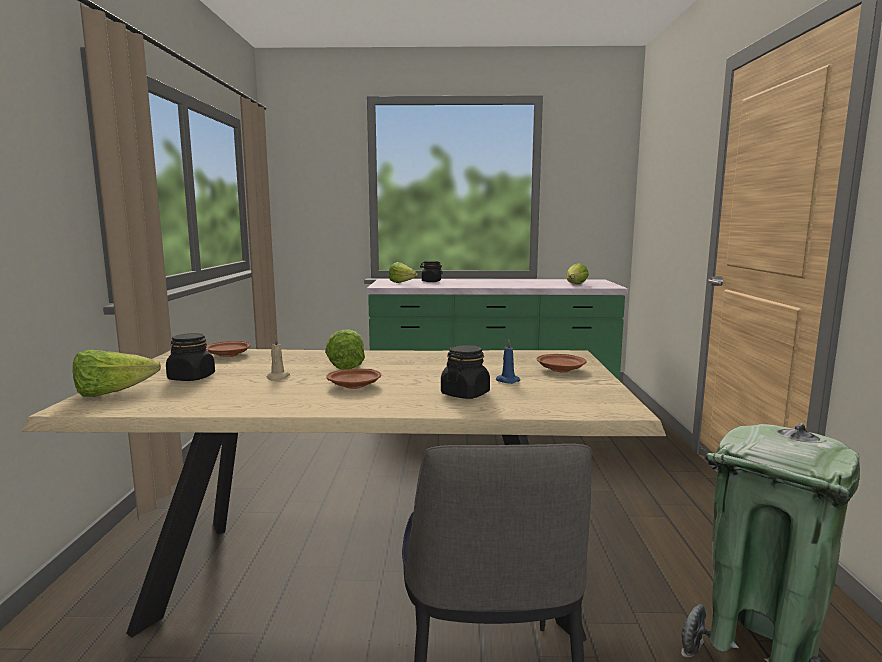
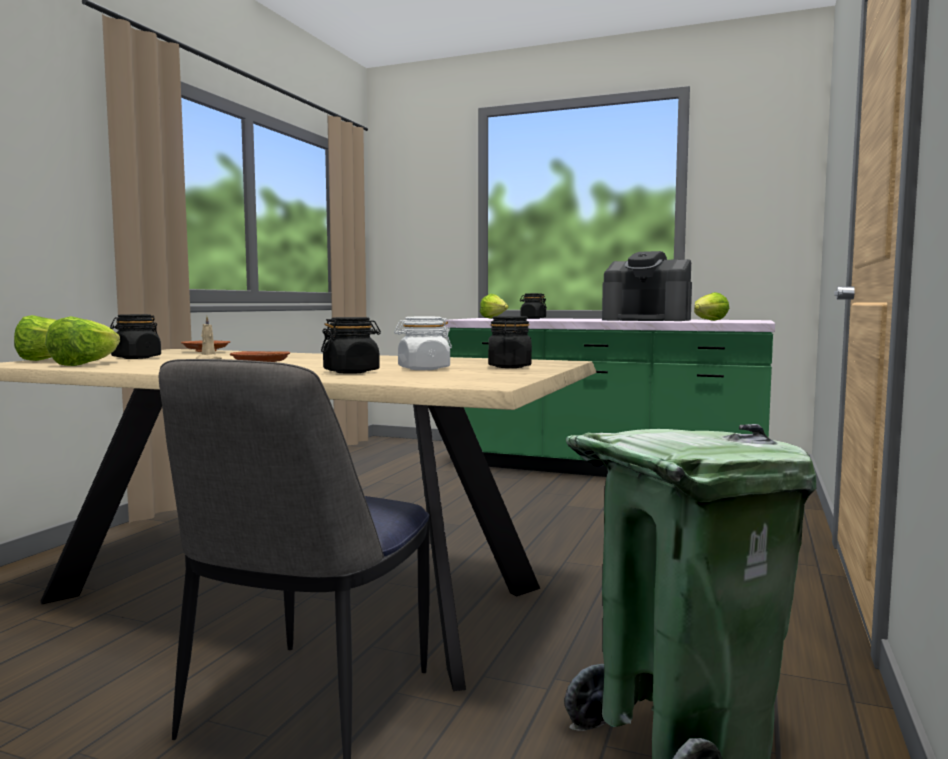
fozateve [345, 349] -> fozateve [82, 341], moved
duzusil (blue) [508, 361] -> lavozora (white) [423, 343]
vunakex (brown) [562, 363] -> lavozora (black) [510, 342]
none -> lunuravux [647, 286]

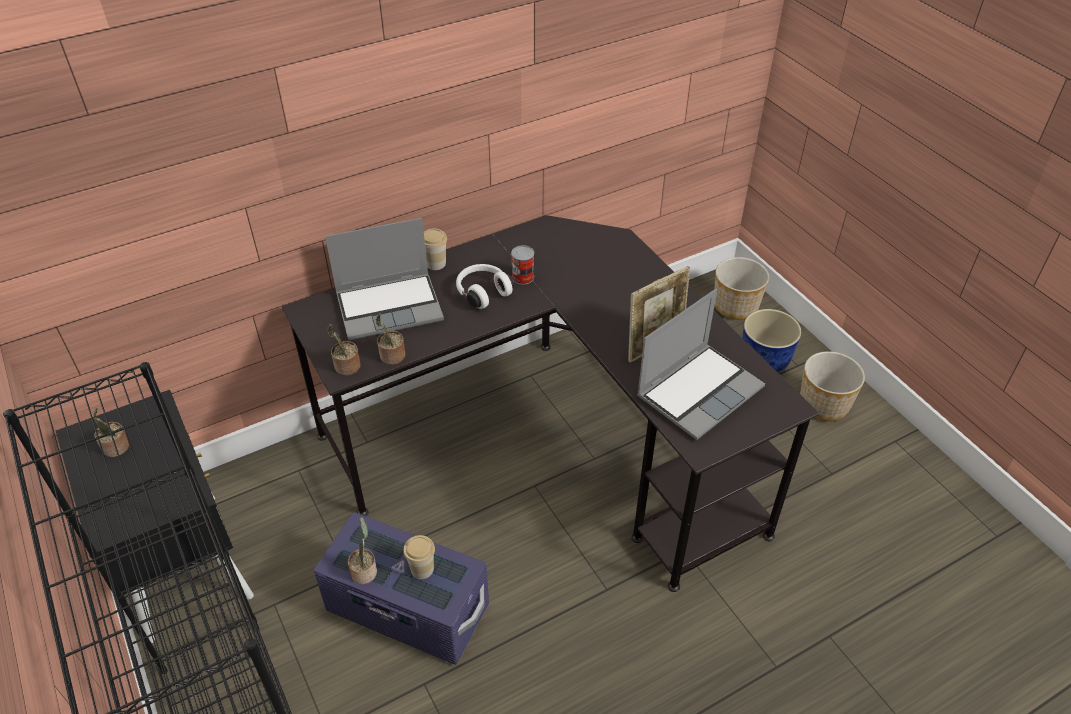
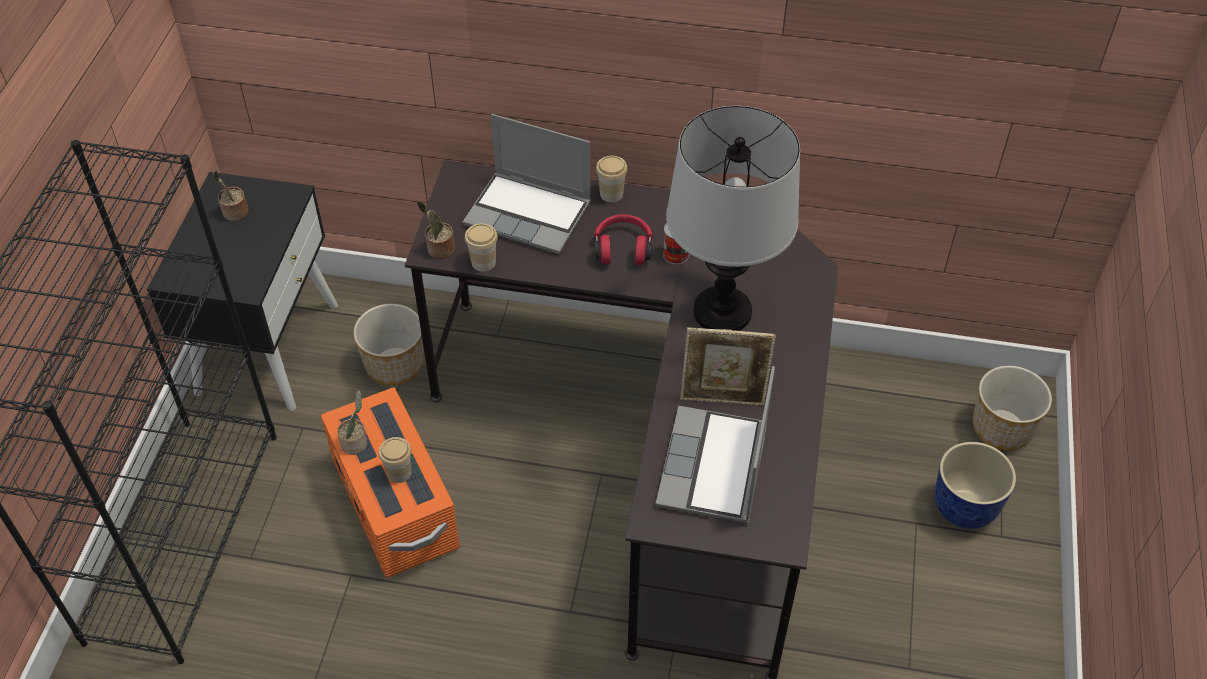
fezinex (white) [485, 286] -> fezinex (red) [623, 239]
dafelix [701, 364] -> dafelix [715, 444], 105 degrees clockwise
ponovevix [390, 339] -> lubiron [481, 247]
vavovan [832, 386] -> vavovan [388, 344], moved
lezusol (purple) [401, 588] -> lezusol (orange) [390, 482]
none -> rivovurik [733, 218]

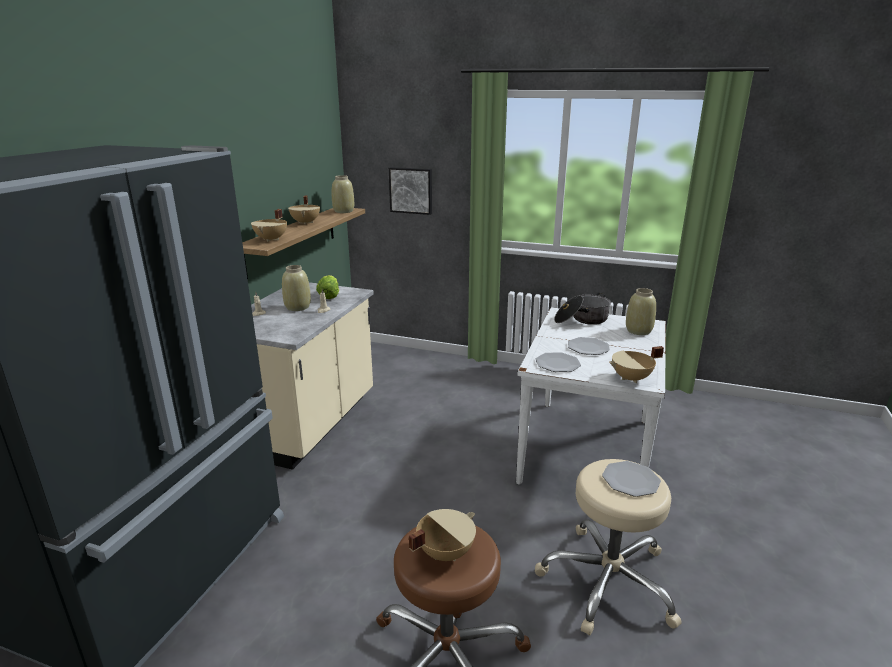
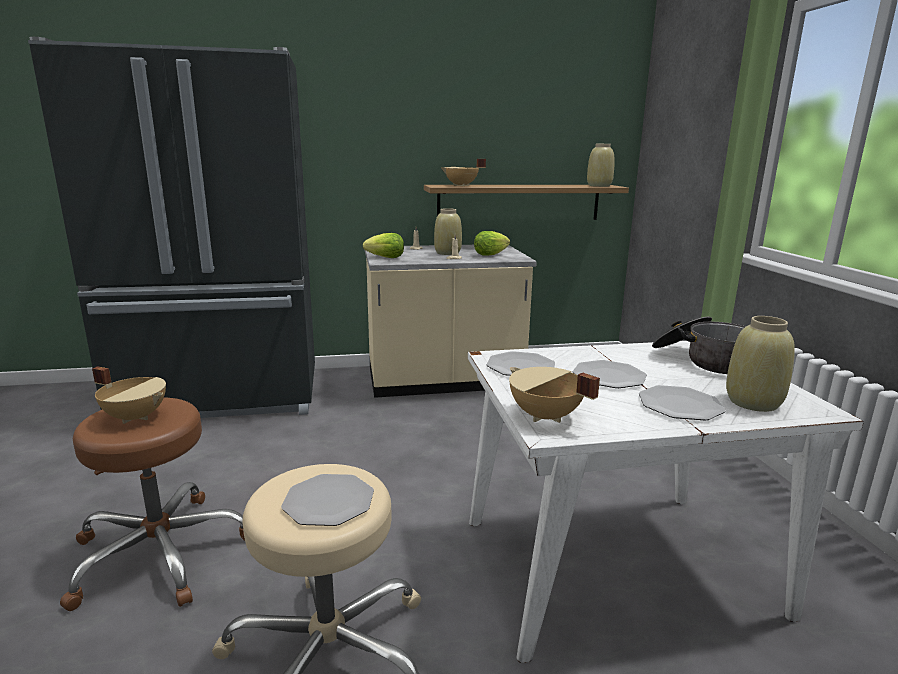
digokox [410, 191] -> none
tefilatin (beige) [304, 210] -> none
none -> fozateve [383, 245]
none -> vunakex [682, 403]

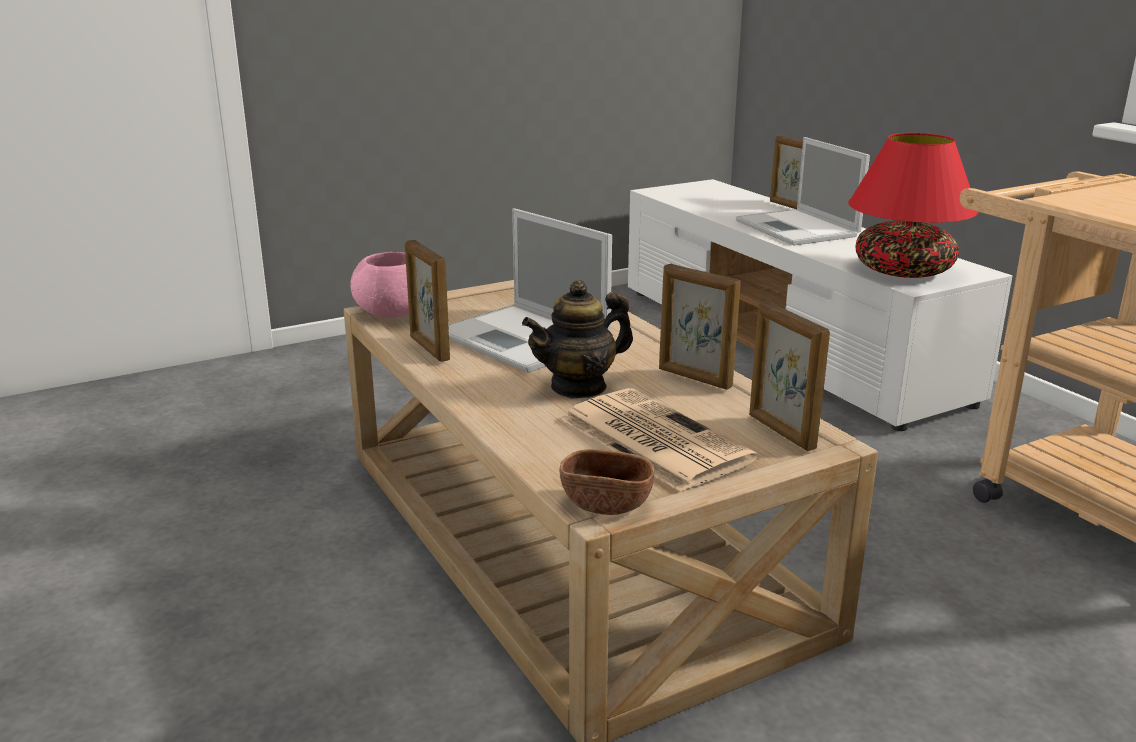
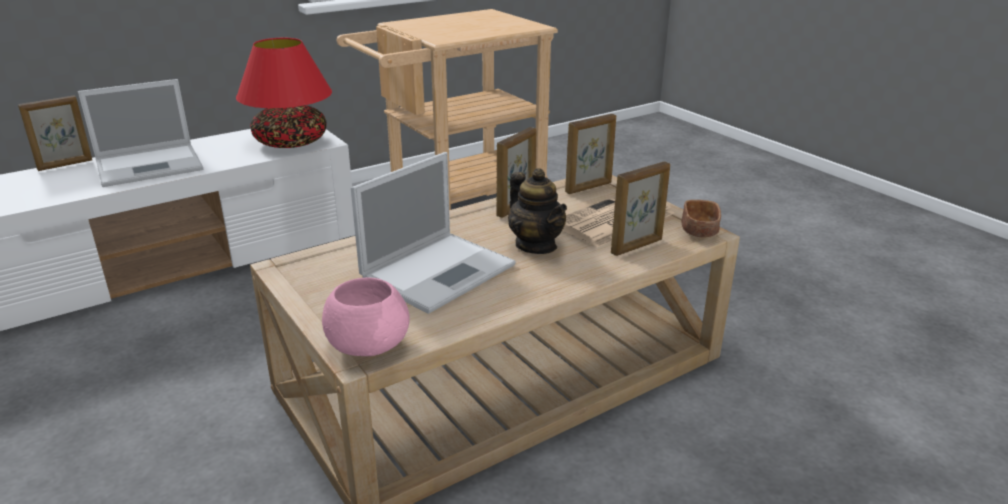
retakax [427, 301] -> retakax [640, 208], moved

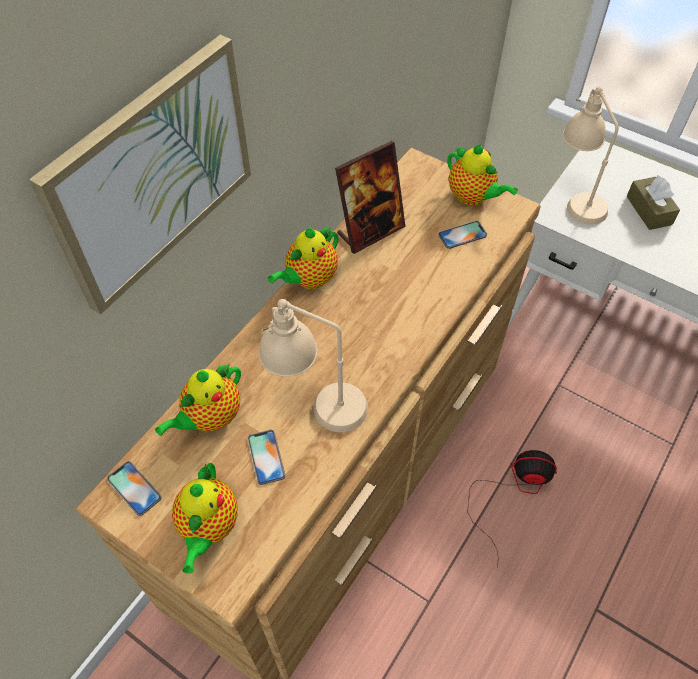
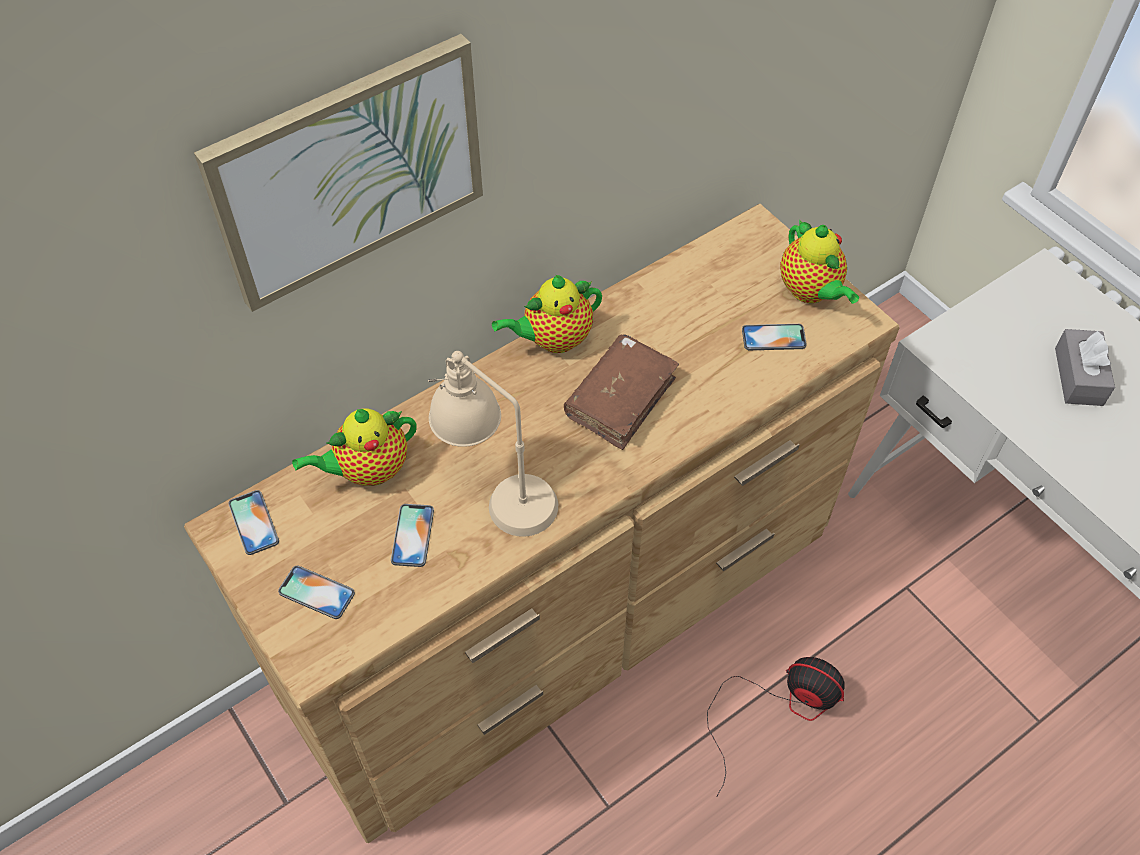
rivovurik (beige) [590, 155] -> none
retakax [370, 197] -> none
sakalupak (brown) [653, 202] -> sakalupak (grey) [1085, 367]
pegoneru [205, 518] -> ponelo [316, 592]
none -> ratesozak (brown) [621, 392]

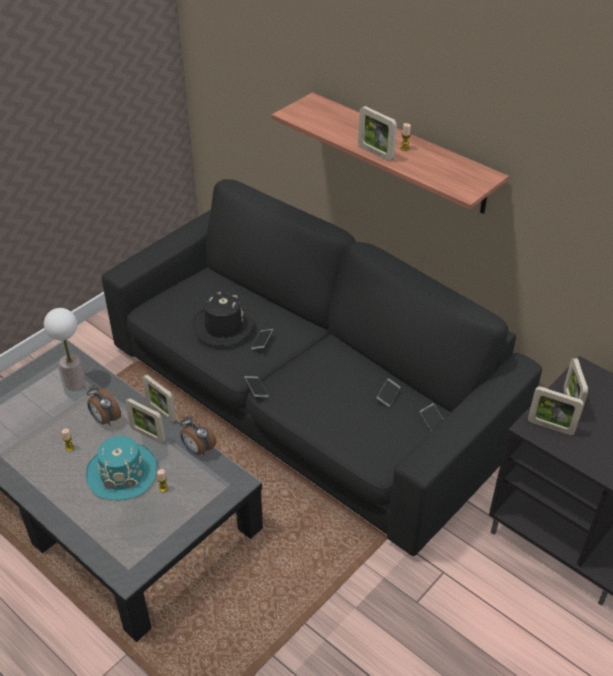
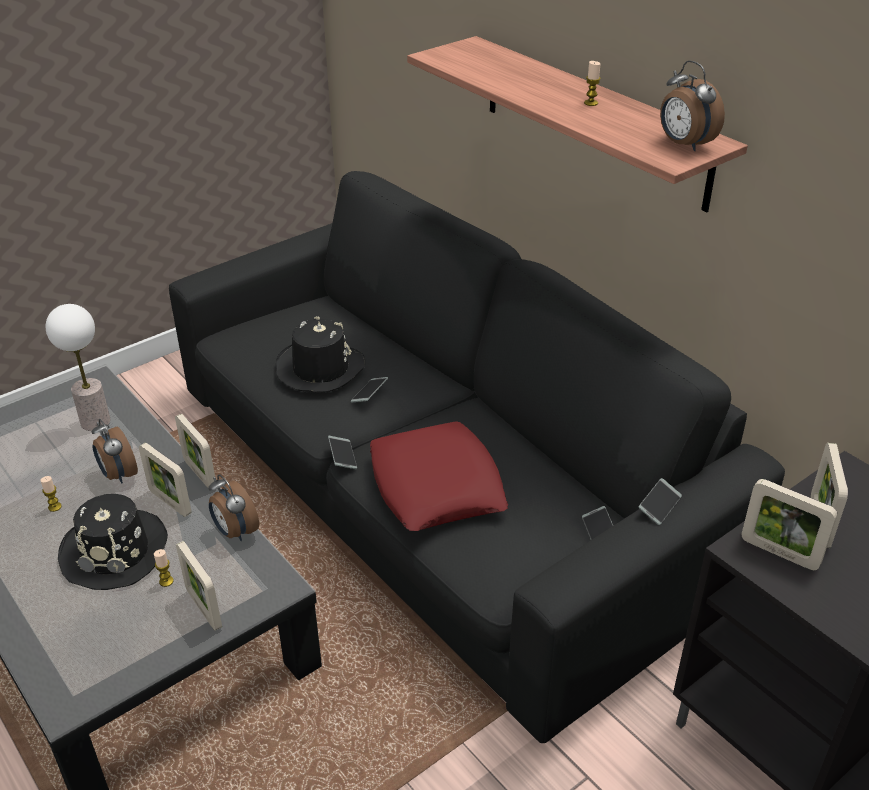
retakax [377, 133] -> retakax [199, 586], moved
ponelo [389, 392] -> ponelo [660, 501], moved
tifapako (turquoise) [121, 468] -> tifapako (black) [113, 542]
none -> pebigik [692, 105]
none -> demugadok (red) [439, 476]

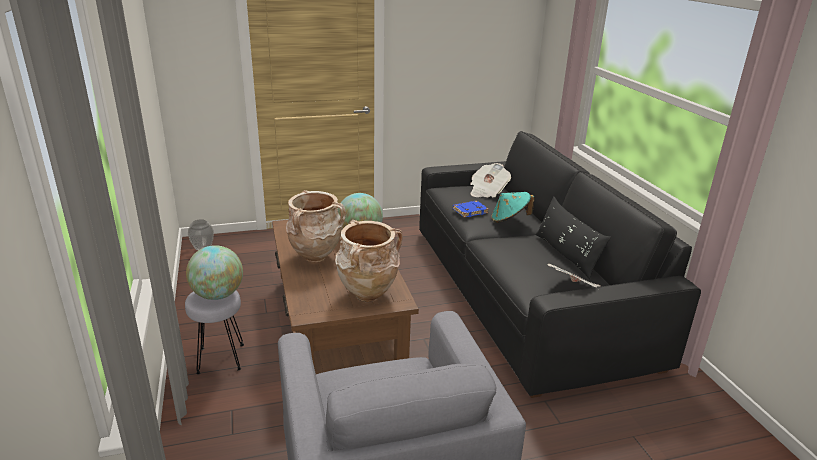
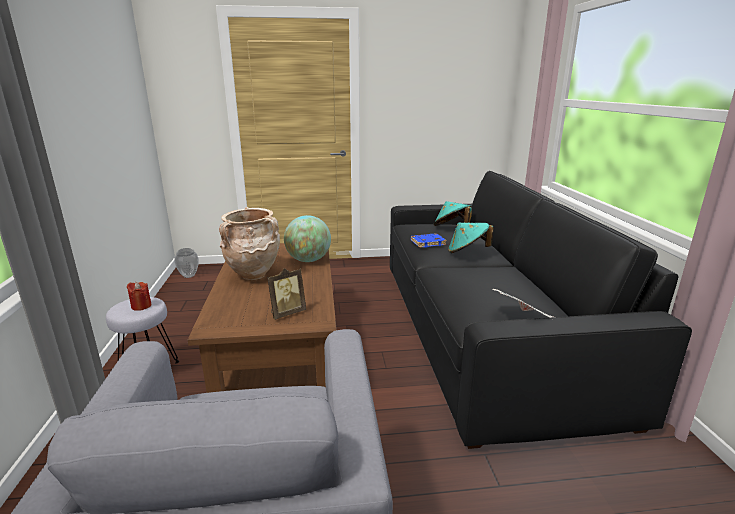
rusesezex [490, 180] -> tifapako (turquoise) [453, 213]
demugadok (black) [573, 238] -> none
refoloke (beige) [369, 261] -> retakax [286, 294]
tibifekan [214, 272] -> duzusil (red) [139, 296]

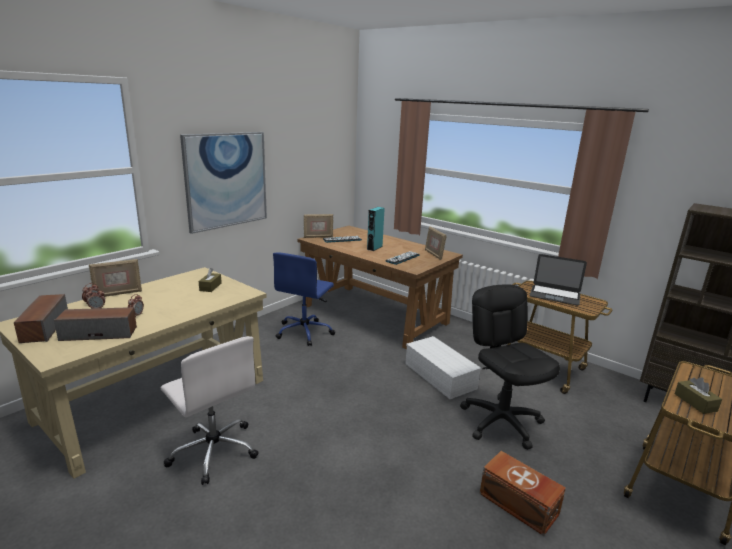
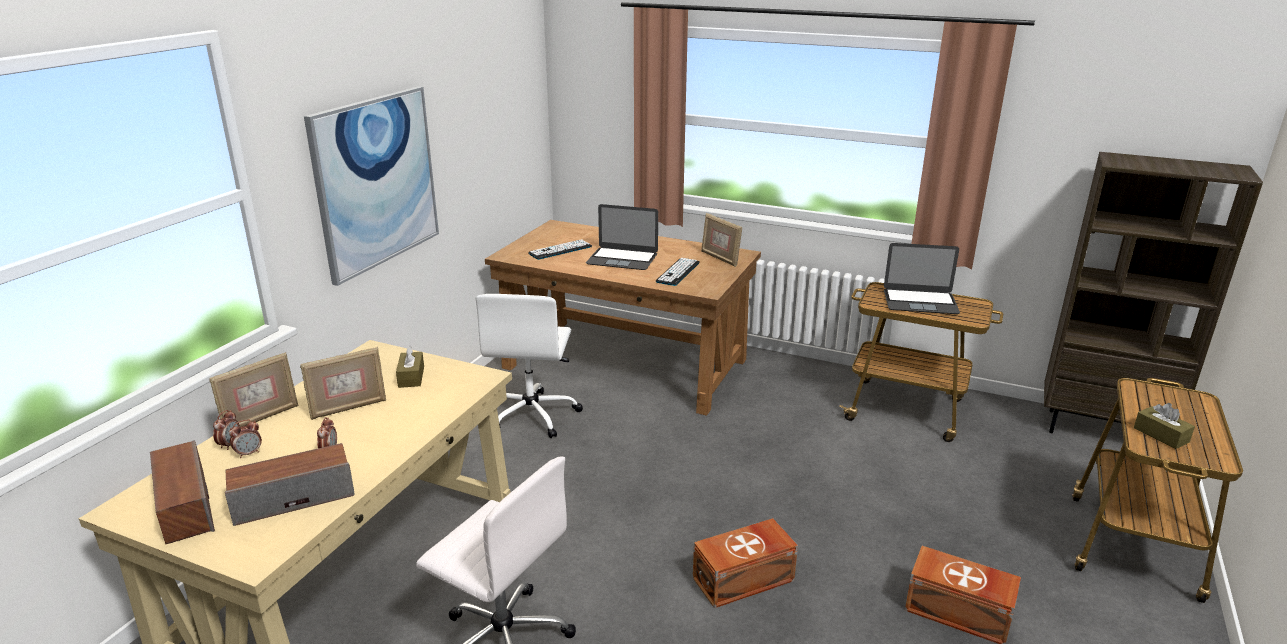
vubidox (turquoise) [376, 229] -> dafelix [622, 237]
retakax [318, 226] -> retakax [343, 383], moved
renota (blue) [304, 299] -> renota (white) [529, 366]
renota (black) [510, 367] -> none
lezusol (white) [443, 367] -> none
none -> lezusol (brown) [745, 563]

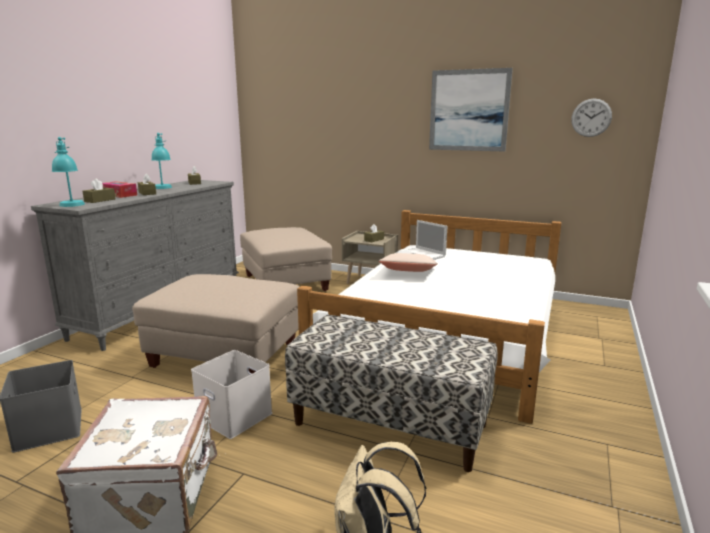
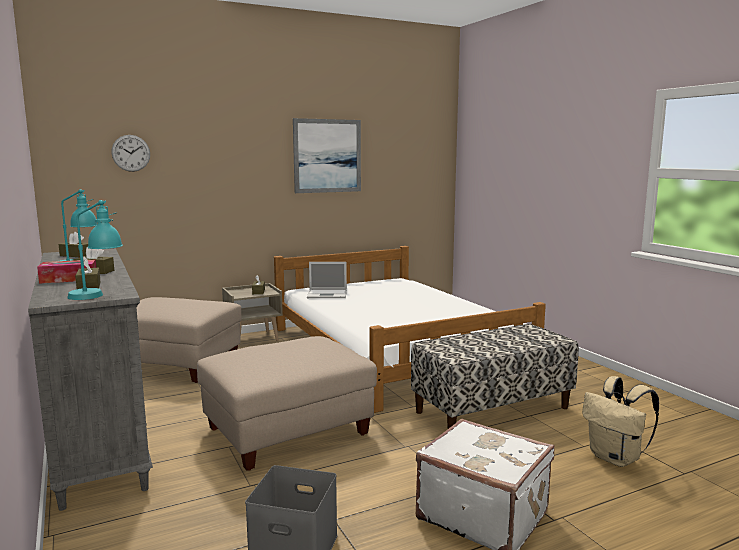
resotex [591, 118] -> resotex [130, 153], moved
demugadok (beige) [408, 262] -> none
lezusol (white) [231, 394] -> none

